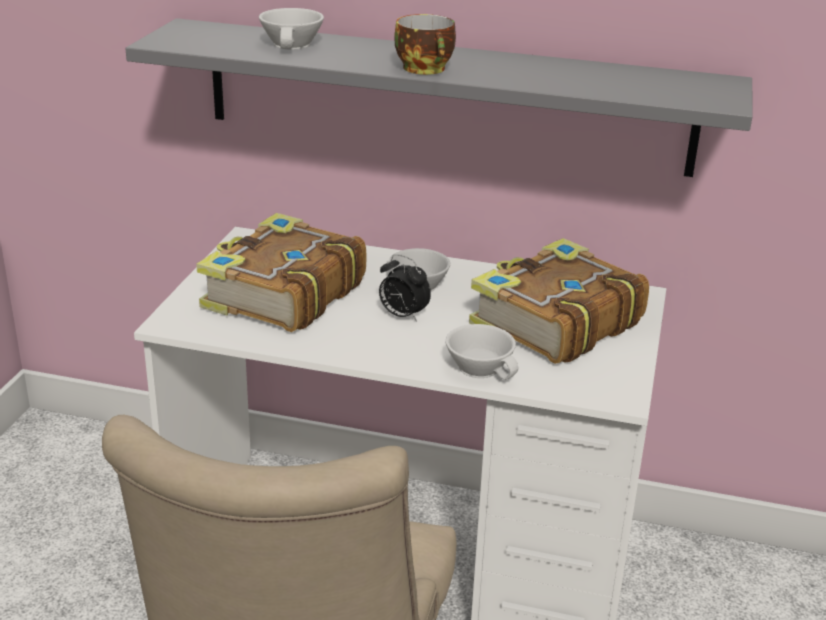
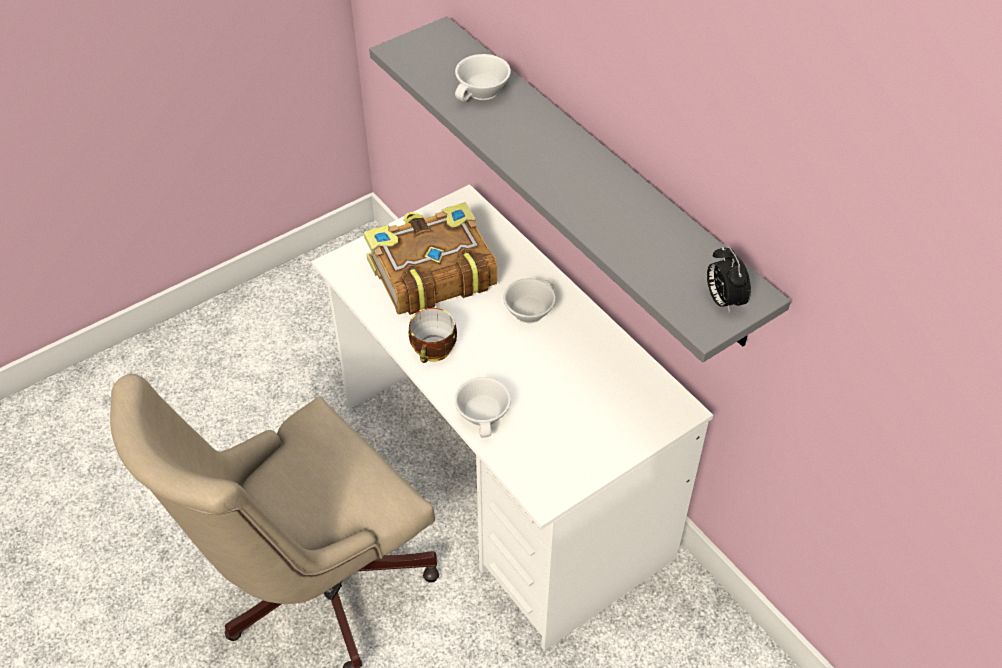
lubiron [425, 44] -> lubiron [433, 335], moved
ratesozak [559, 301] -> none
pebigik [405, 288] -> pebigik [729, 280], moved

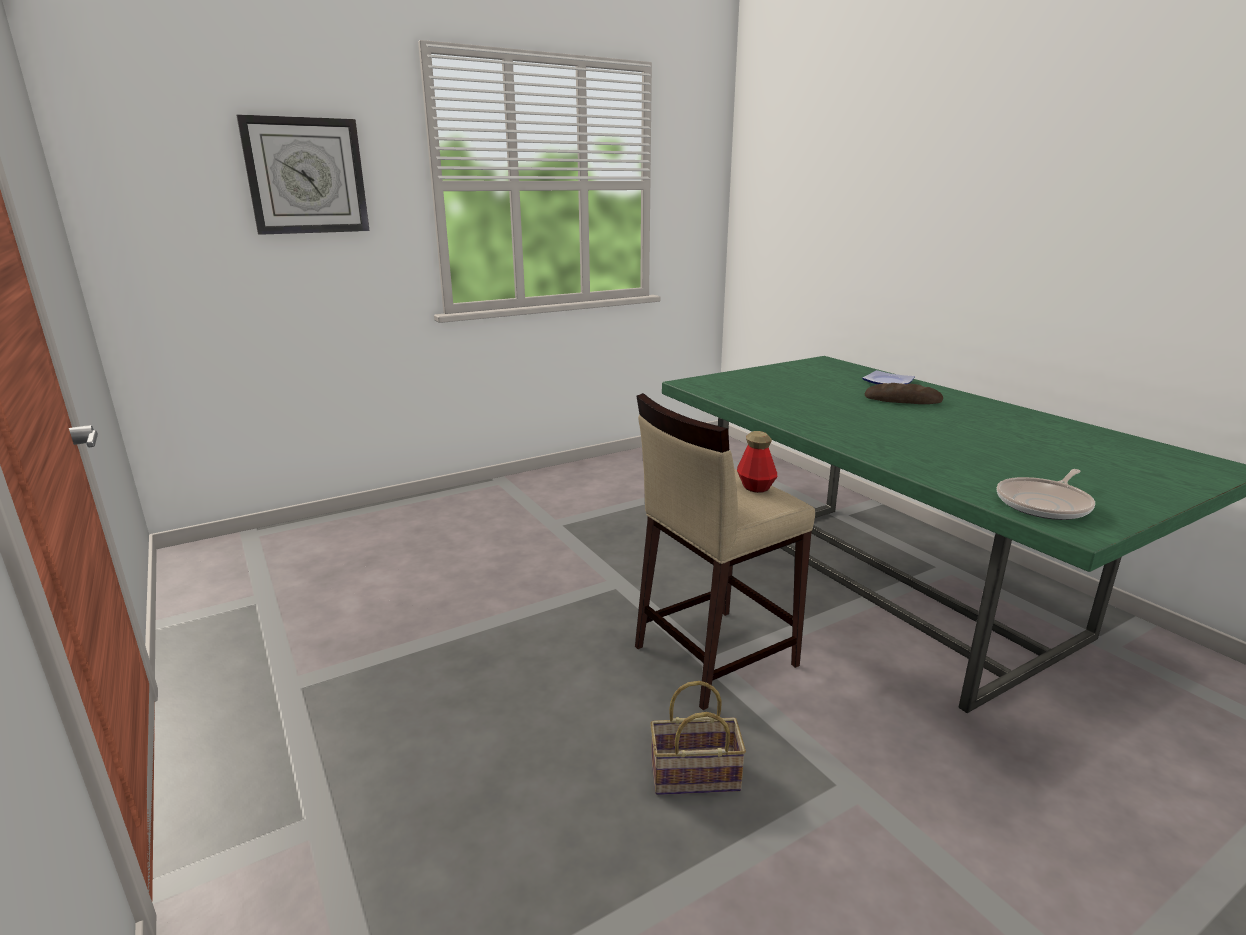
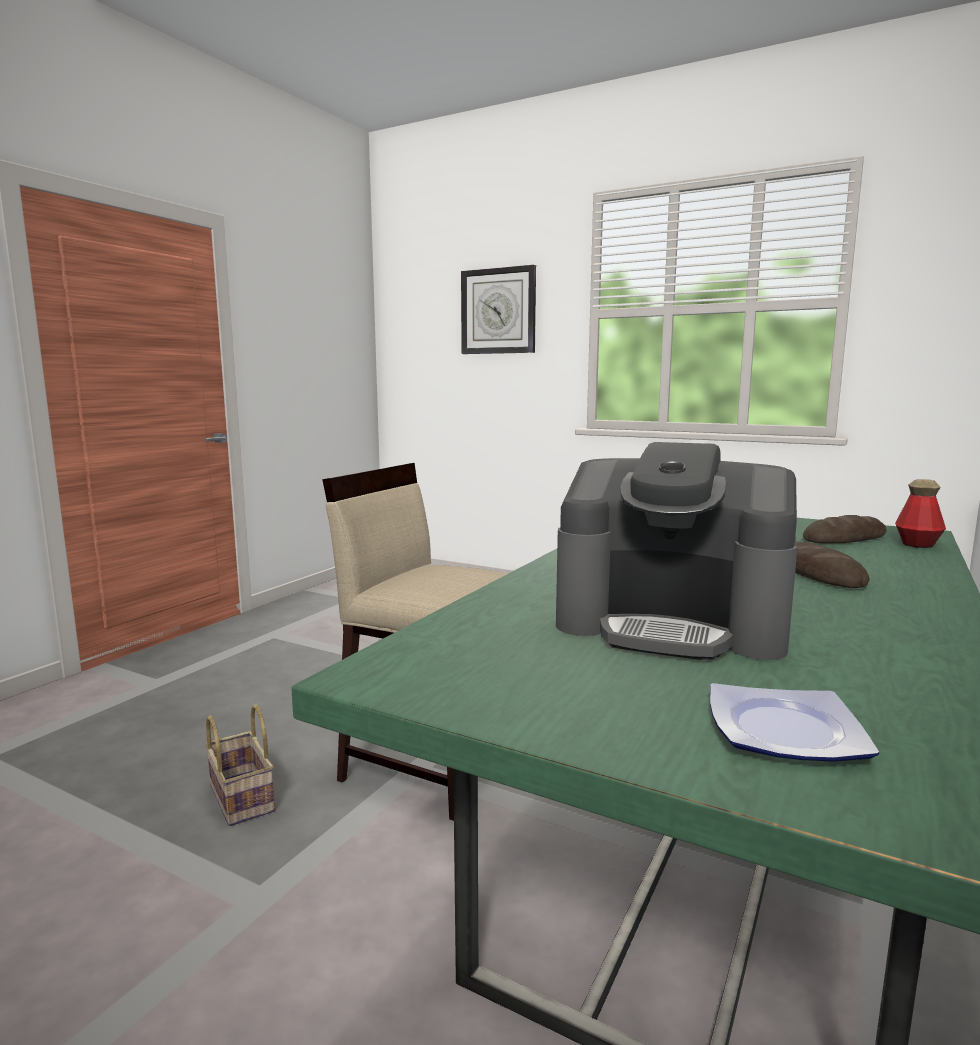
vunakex [888, 377] -> vunakex [794, 722], moved
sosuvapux [757, 462] -> sosuvapux [920, 513], moved
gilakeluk [1046, 494] -> none
none -> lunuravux [677, 551]
none -> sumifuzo [845, 529]

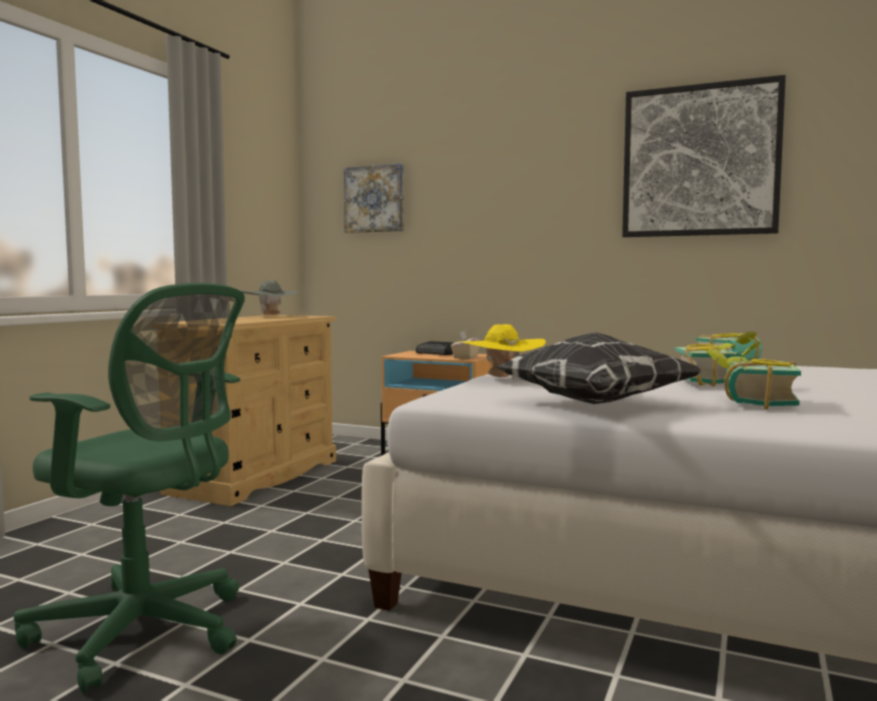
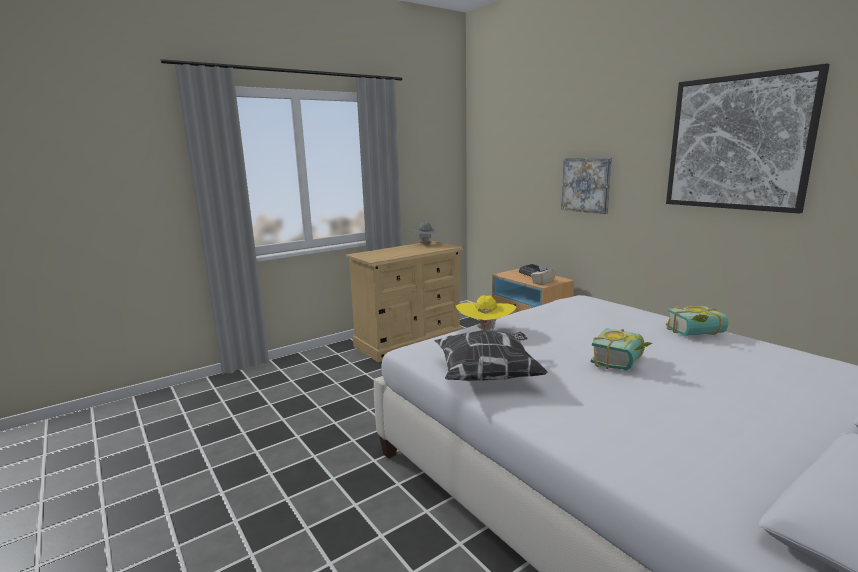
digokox [374, 198] -> digokox [586, 186], moved
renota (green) [129, 488] -> none
ratesozak [753, 379] -> none

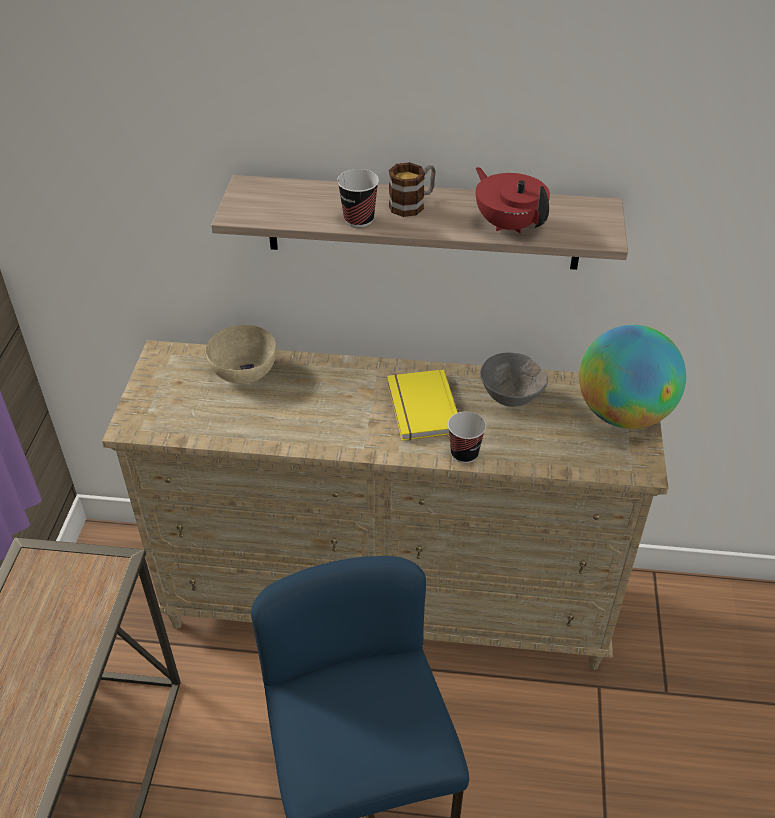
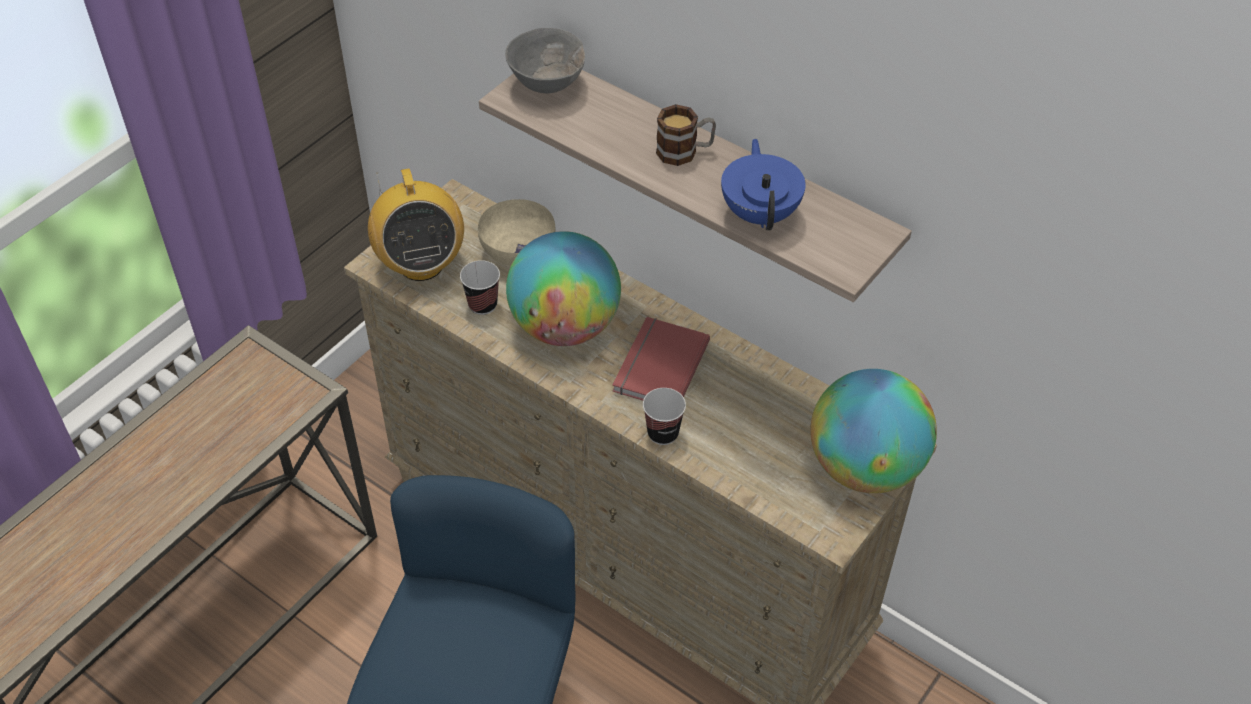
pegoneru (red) [513, 200] -> pegoneru (blue) [763, 184]
lubiron [358, 198] -> lubiron [480, 287], moved
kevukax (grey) [514, 379] -> kevukax (grey) [545, 60], moved
ratesozak (yellow) [422, 405] -> ratesozak (red) [661, 359]
none -> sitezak [416, 224]
none -> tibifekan [563, 288]

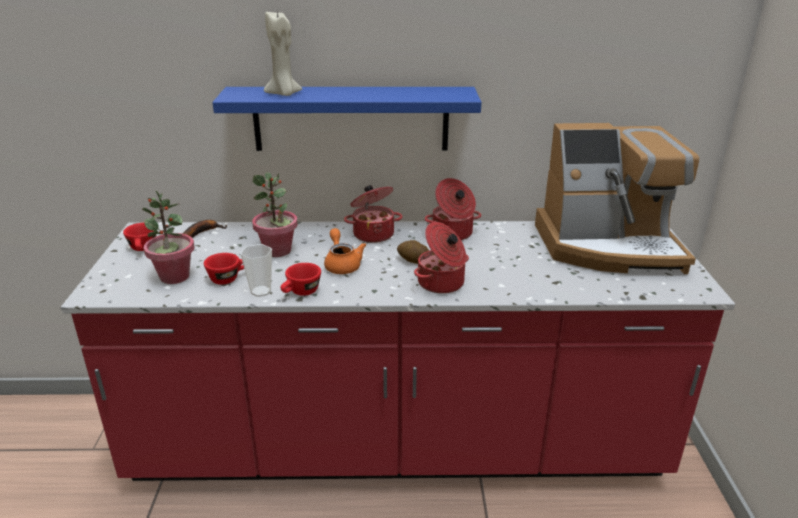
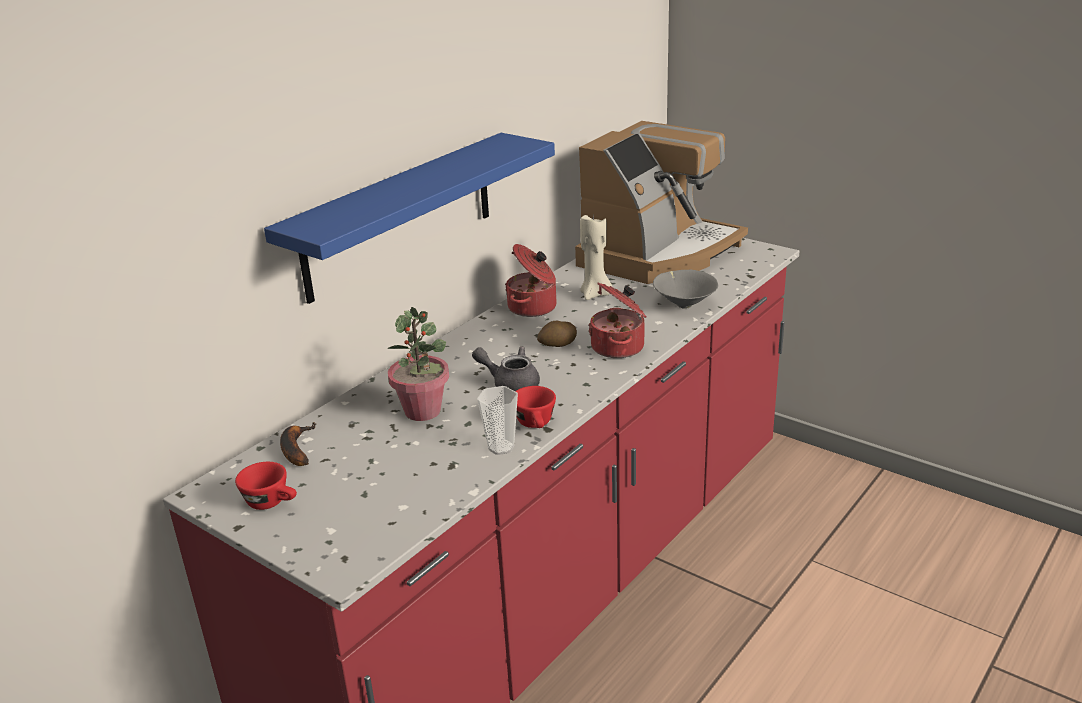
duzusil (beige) [283, 53] -> duzusil (beige) [596, 257], moved
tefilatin [373, 214] -> none
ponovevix [168, 237] -> none
pegoneru (orange) [345, 251] -> pegoneru (grey) [506, 368]
lubiron (red) [224, 269] -> none
none -> kevukax (grey) [685, 289]

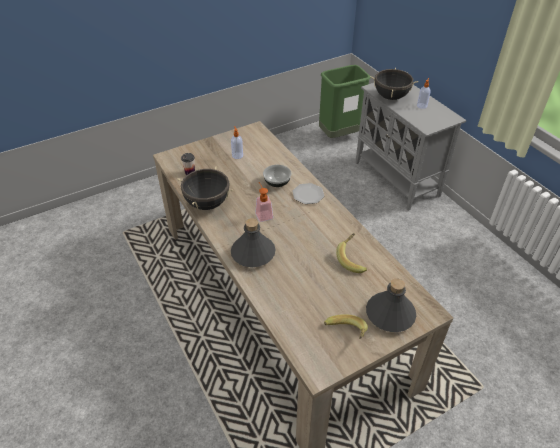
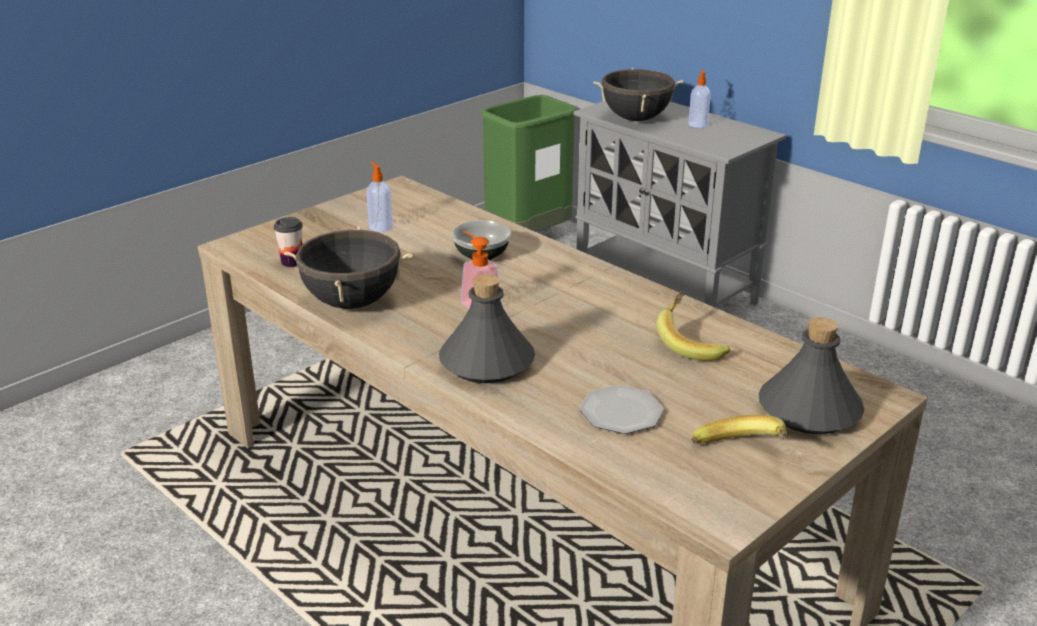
vunakex [308, 193] -> vunakex [622, 409], moved

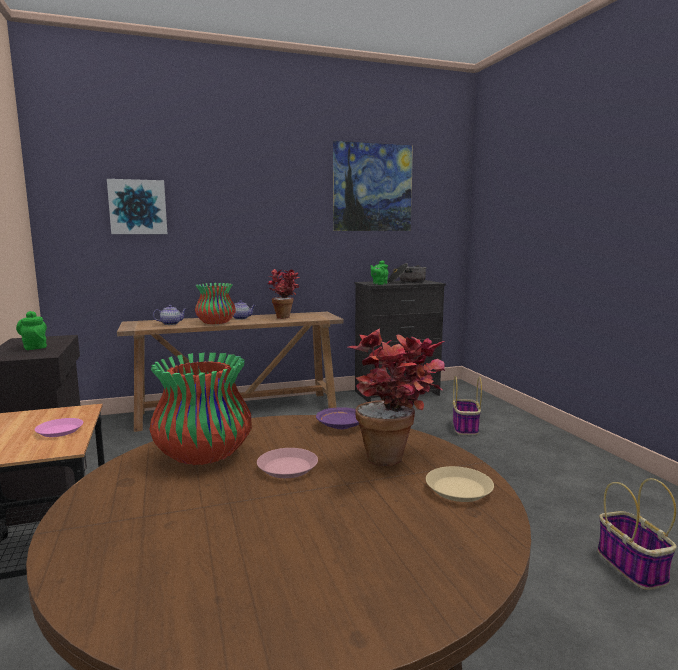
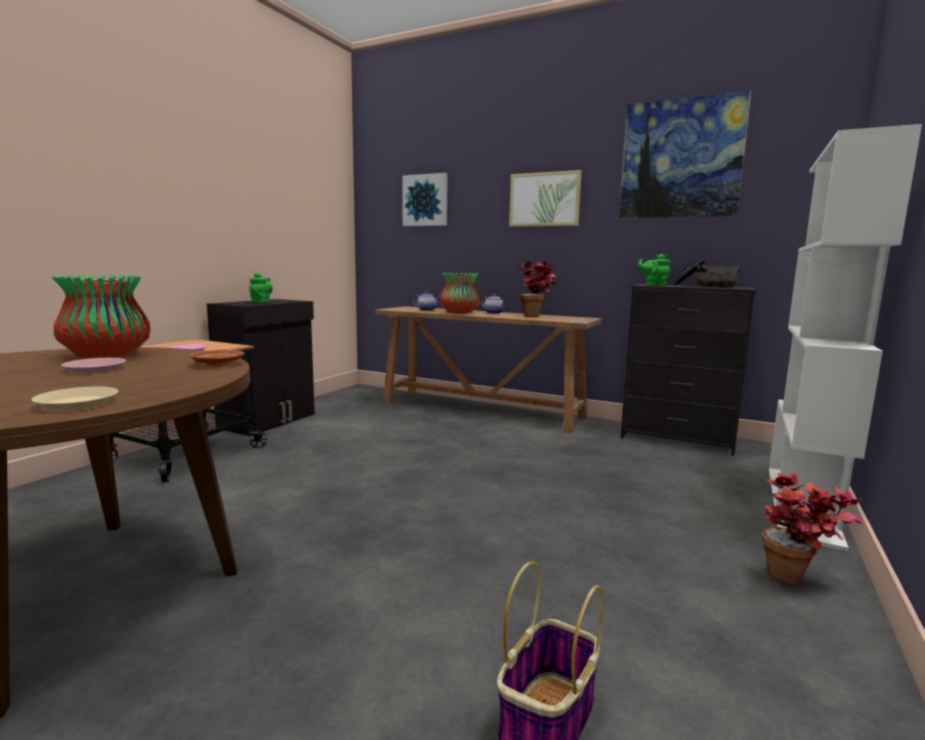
ponovevix [396, 397] -> ponovevix [812, 528], moved
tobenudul [467, 405] -> none
vunakex (purple) [337, 418] -> vunakex (brown) [217, 358]
none -> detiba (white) [845, 337]
none -> digokox [545, 198]

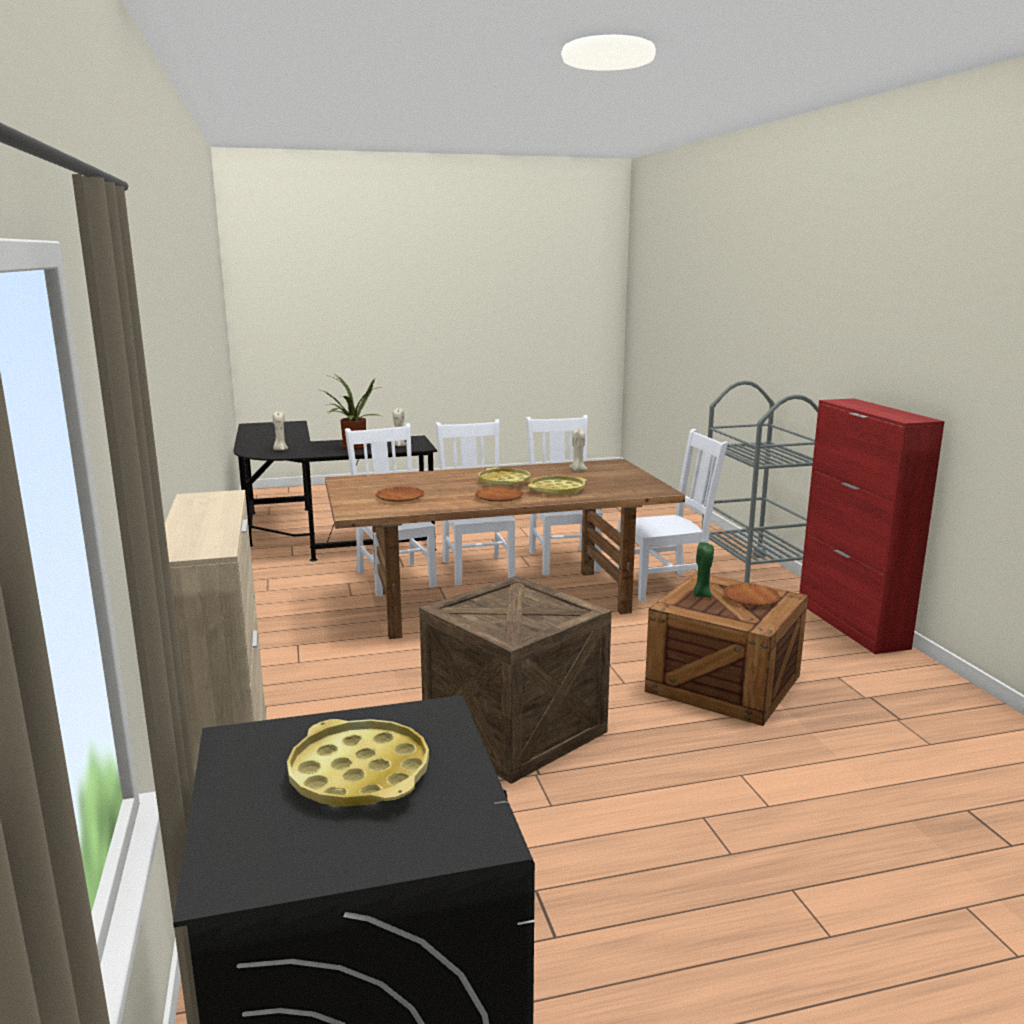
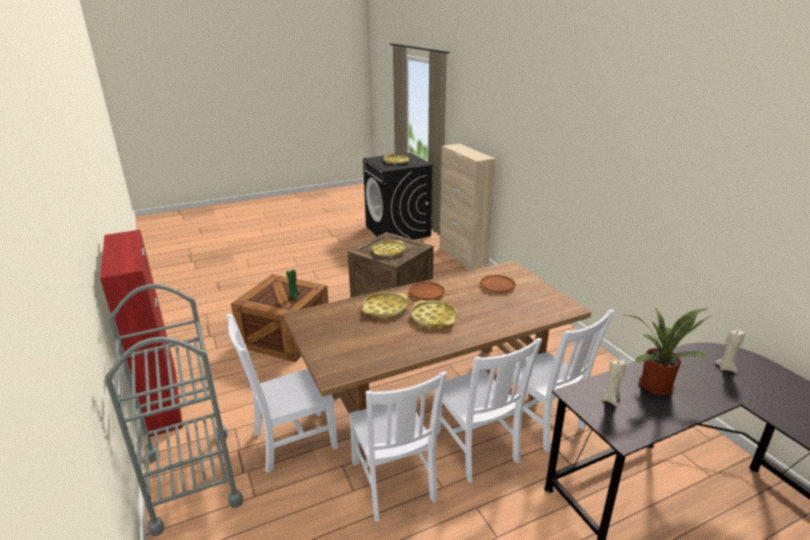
duzusil (beige) [578, 449] -> none
vunakex (brown) [751, 594] -> none
none -> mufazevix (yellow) [388, 248]

